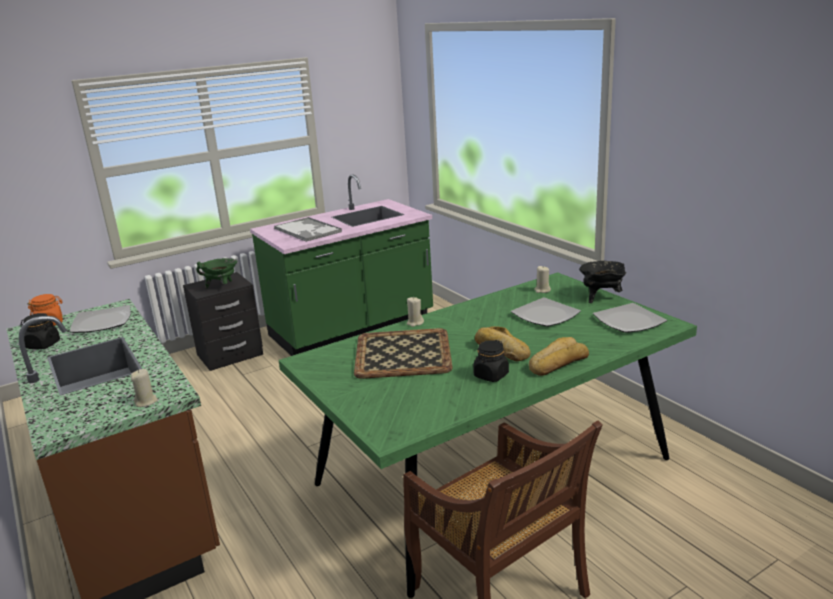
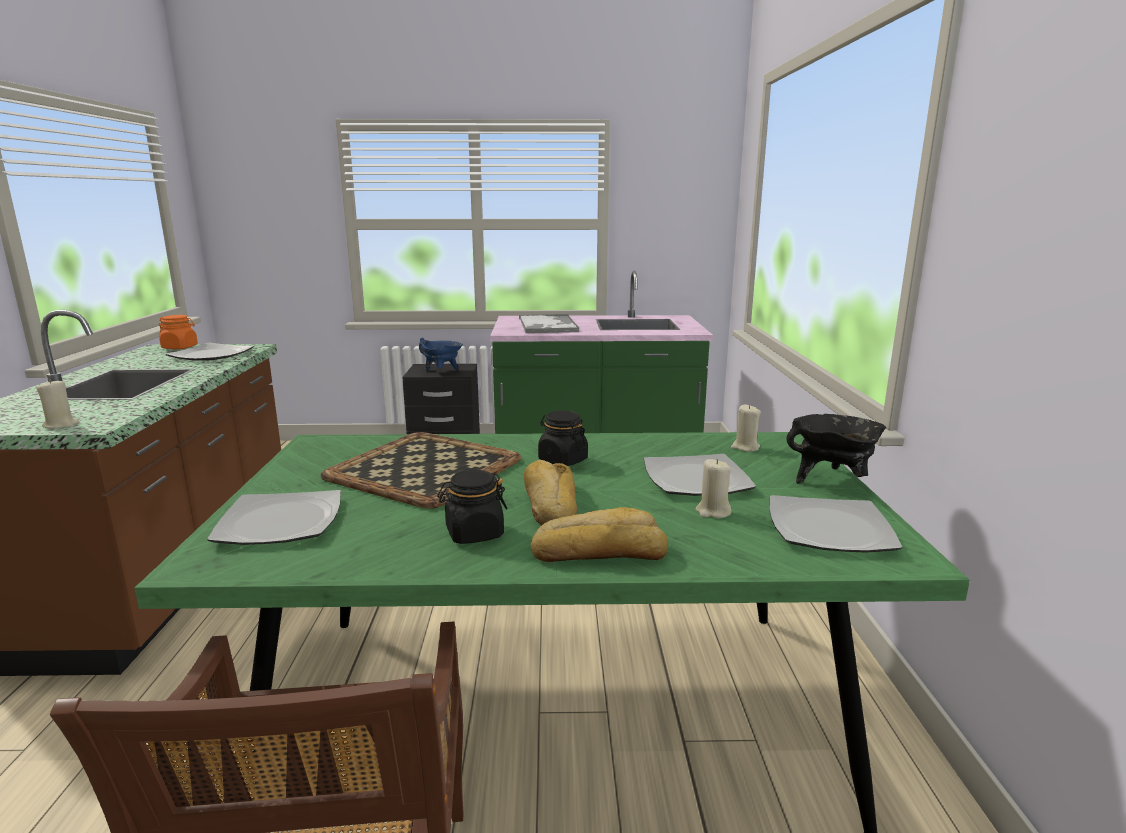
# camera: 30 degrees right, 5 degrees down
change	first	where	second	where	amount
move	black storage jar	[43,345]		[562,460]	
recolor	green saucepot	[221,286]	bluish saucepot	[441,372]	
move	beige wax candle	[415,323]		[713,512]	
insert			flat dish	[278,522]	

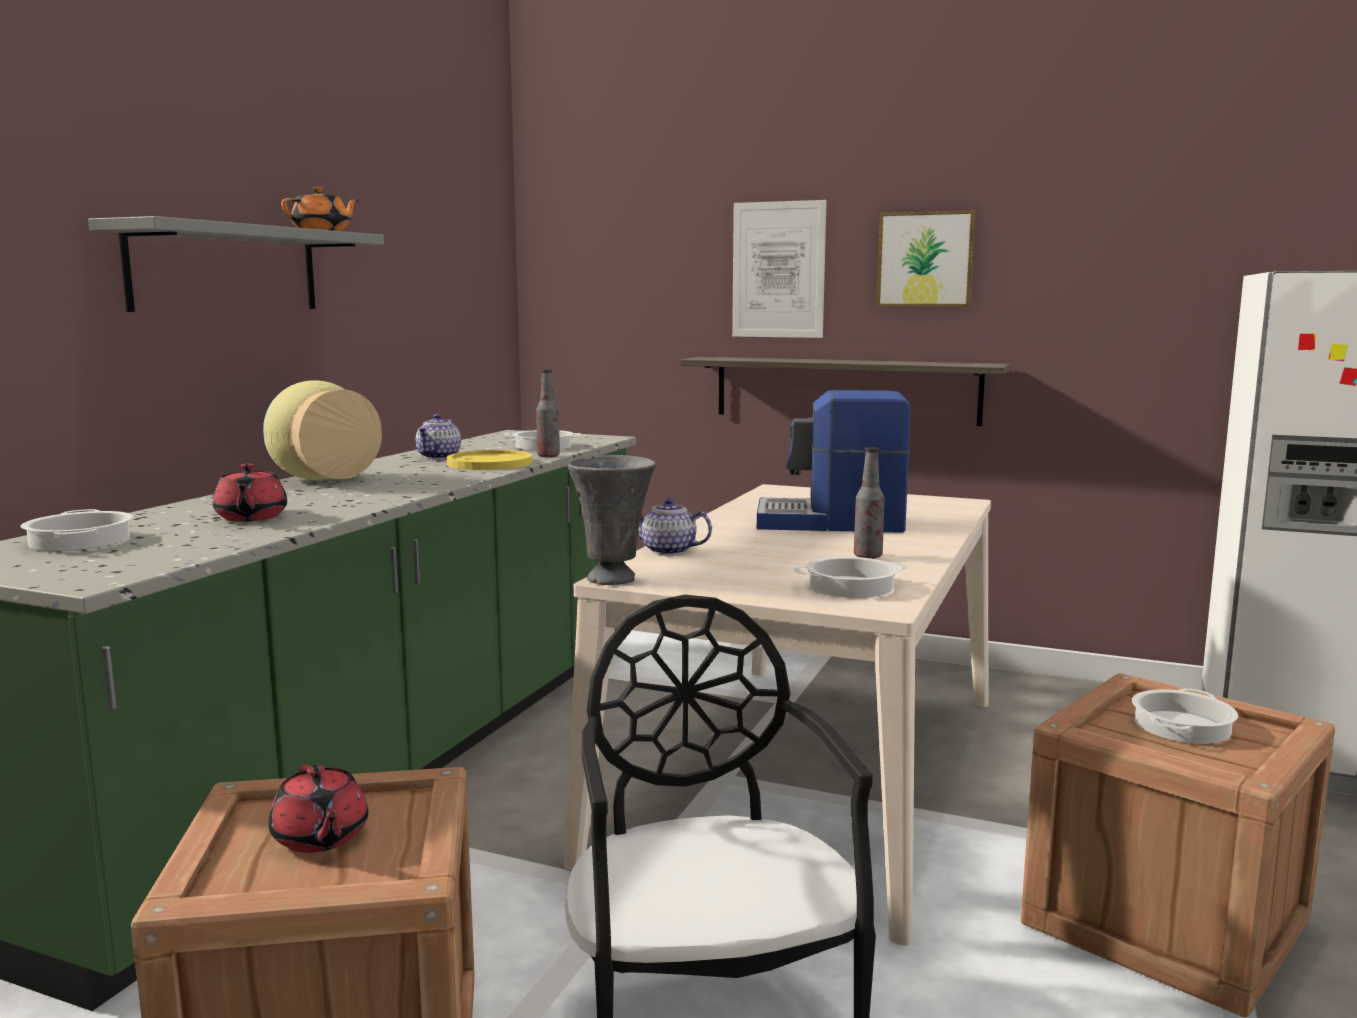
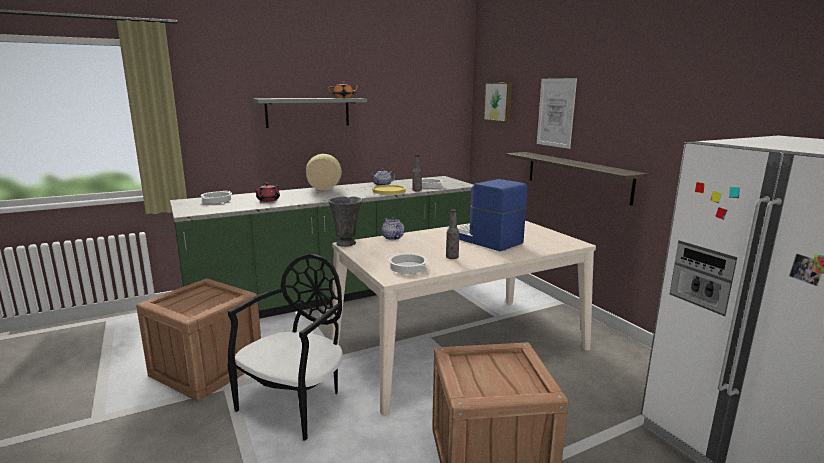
# camera: 40 degrees right, 5 degrees up
change	first	where	second	where	amount
delete	red-coloured teapot	[320,838]			
move	wall art	[926,259]		[499,101]	
delete	saucepot	[1181,726]			

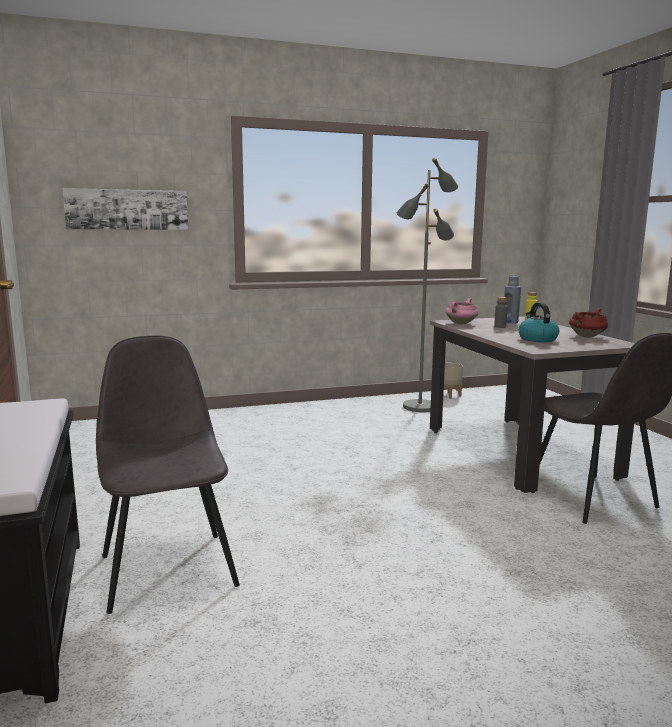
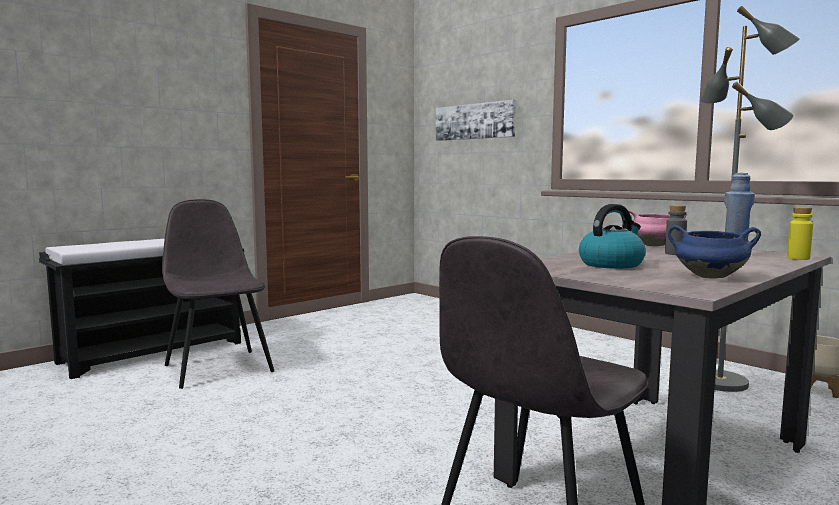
# camera: 65 degrees right, 5 degrees down
change	first	where	second	where	amount
rotate	gray plain chair	[168,568]		[218,367]	75 degrees counterclockwise
recolor	red-coloured saucepot	[587,336]	bluish saucepot	[709,277]	

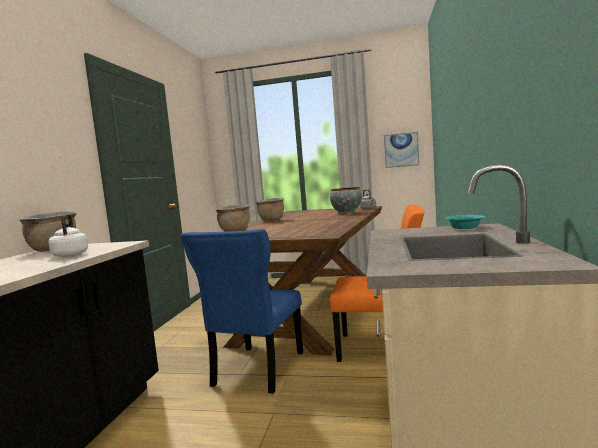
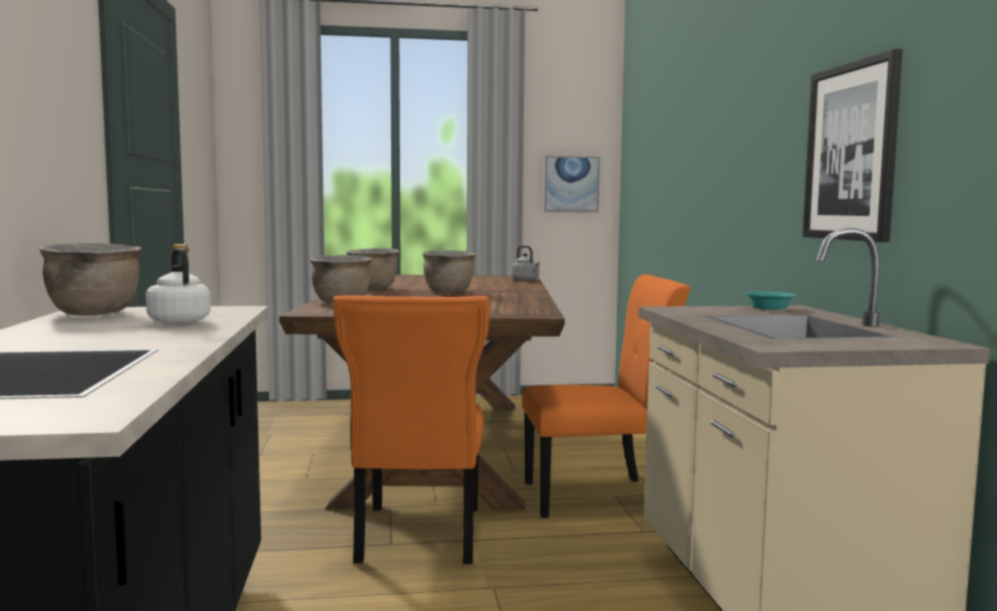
# camera: 20 degrees left, 0 degrees up
change	first	where	second	where	amount
recolor	bluish plain chair	[256,371]	orange-coloured plain chair	[418,537]	
delete	serving bowl	[346,212]			
insert			brownish saucepot	[449,292]	
insert			wall art	[851,152]	

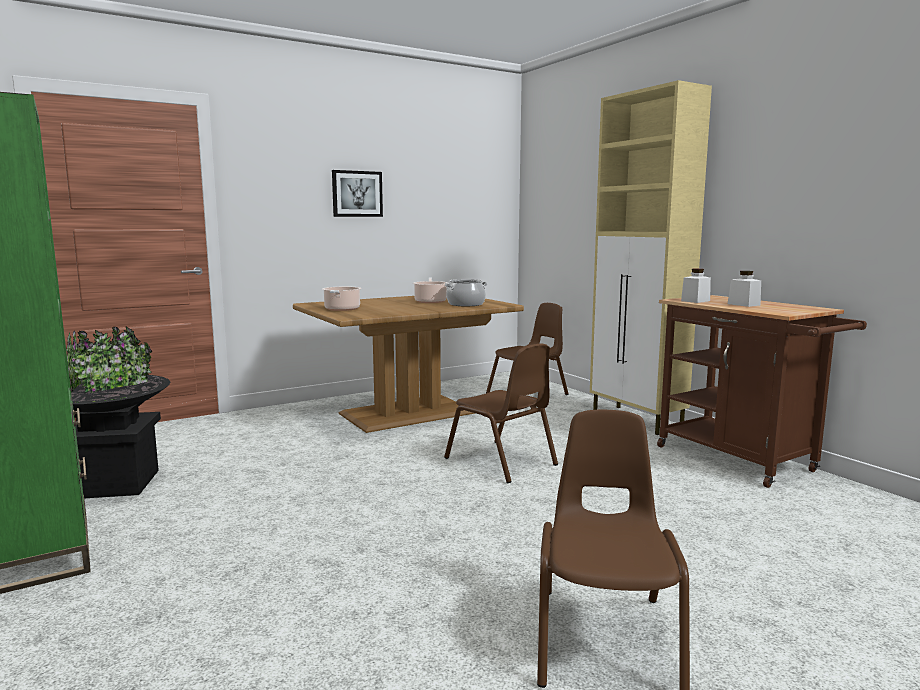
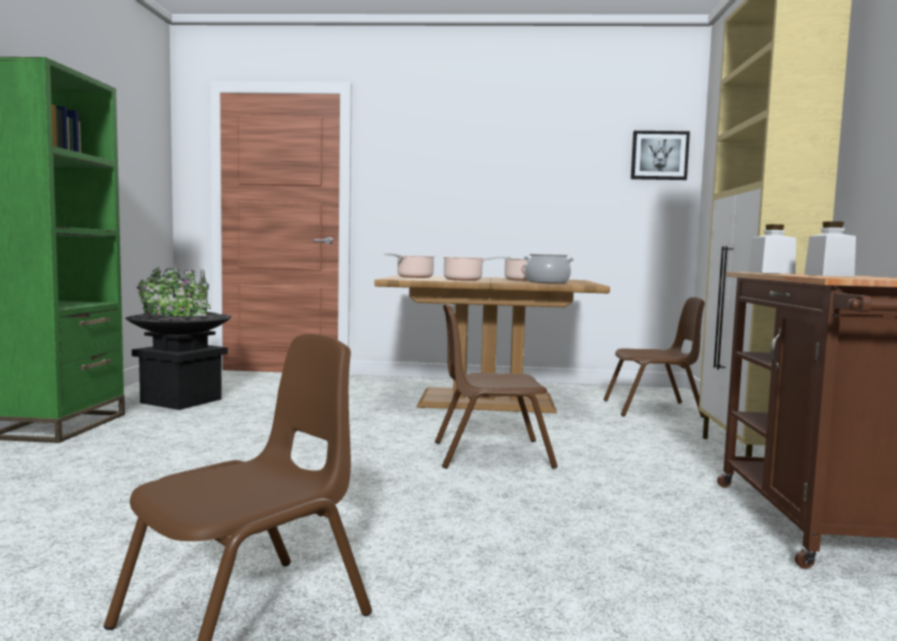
# camera: 35 degrees right, 5 degrees down
change	first	where	second	where	amount
move	wall art	[357,194]		[659,155]	
rotate	brownish plain chair	[501,462]		[491,454]	90 degrees clockwise
insert			saucepot	[465,280]	

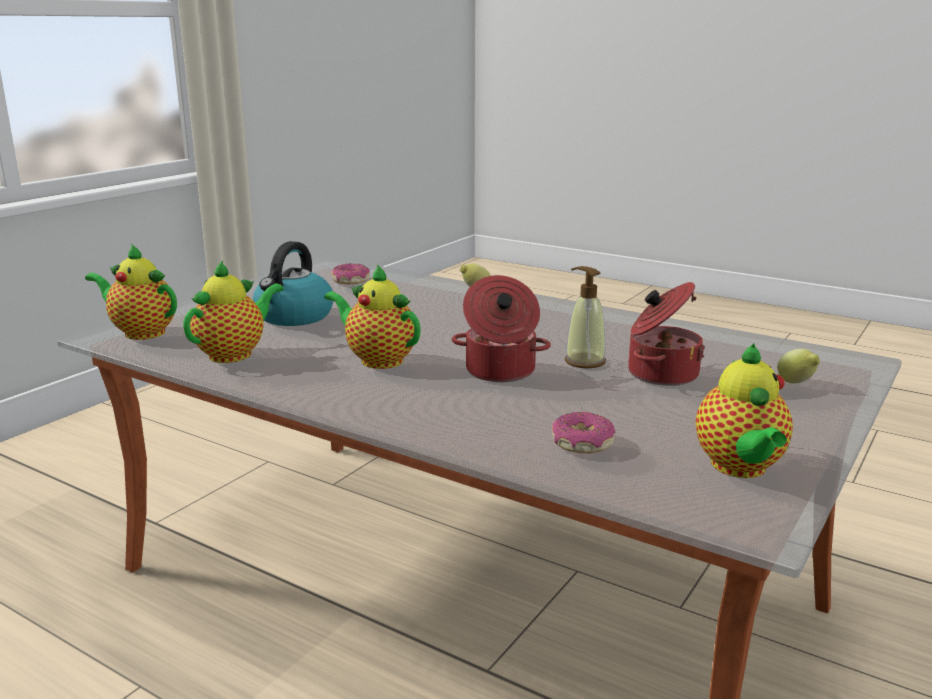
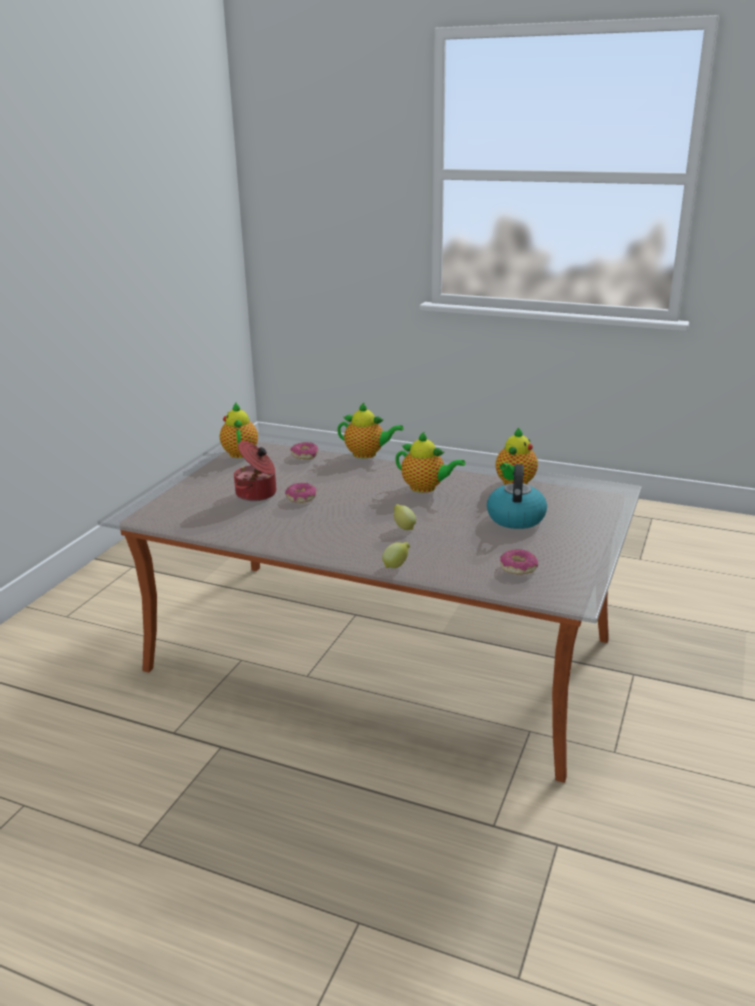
# camera: 170 degrees right, 5 degrees up
change	first	where	second	where	amount
move	teapot	[141,332]		[367,454]	
delete	saucepot	[500,372]			
replace	soap dispenser	[584,361]	donut	[301,498]	
move	whole lemon	[796,383]		[403,527]	

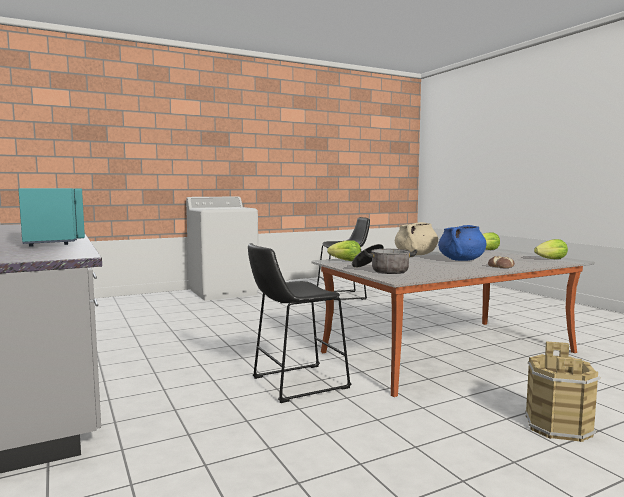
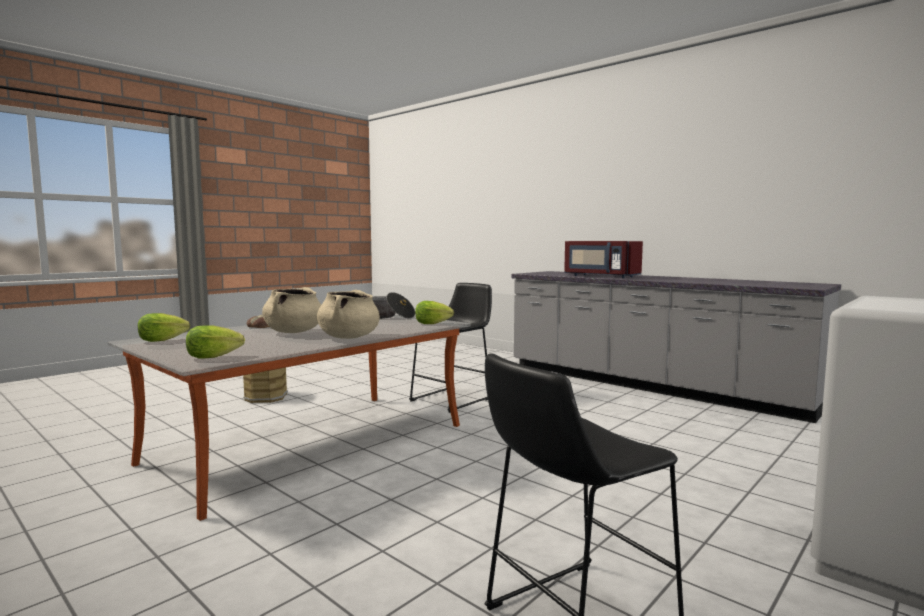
# camera: 160 degrees right, 0 degrees up
change	first	where	second	where	amount
recolor	turquoise kitchen microwave	[52,241]	red-coloured kitchen microwave	[600,276]	
recolor	bluish saucepot	[461,260]	beige saucepot	[294,332]	

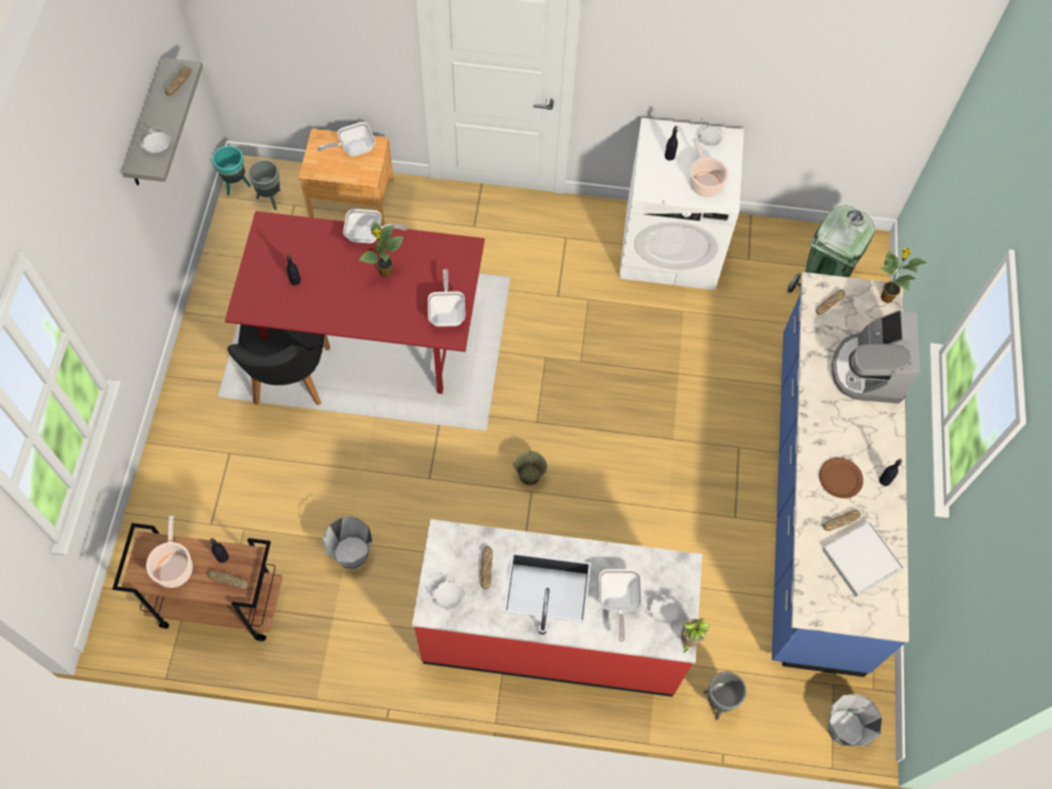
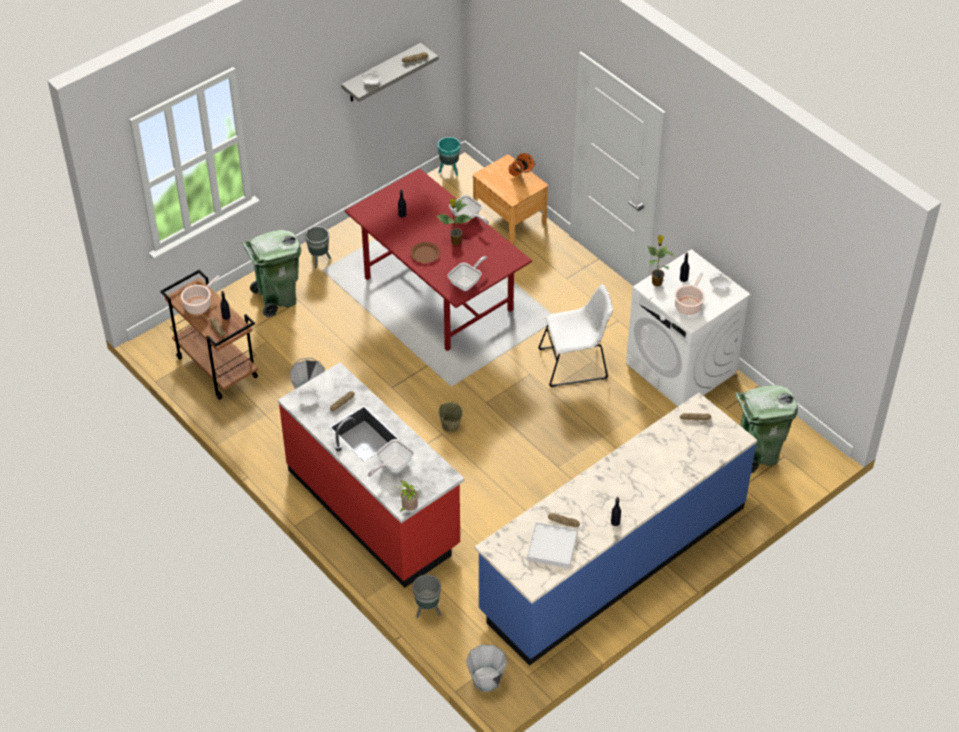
# camera: 45 degrees right, 15 degrees down
change	first	where	second	where	amount
delete	black plain chair	[289,383]			
move	gray planter	[270,199]		[319,260]	
replace	skillet	[353,149]	orange-coloured flower vase	[520,178]	
move	brownish flat dish	[840,479]		[425,254]	
delete	coffee brewer	[868,371]			
move	potted plant	[886,297]		[656,282]	
insert			green trash can	[277,299]	
insert			whitish plain chair	[576,363]	

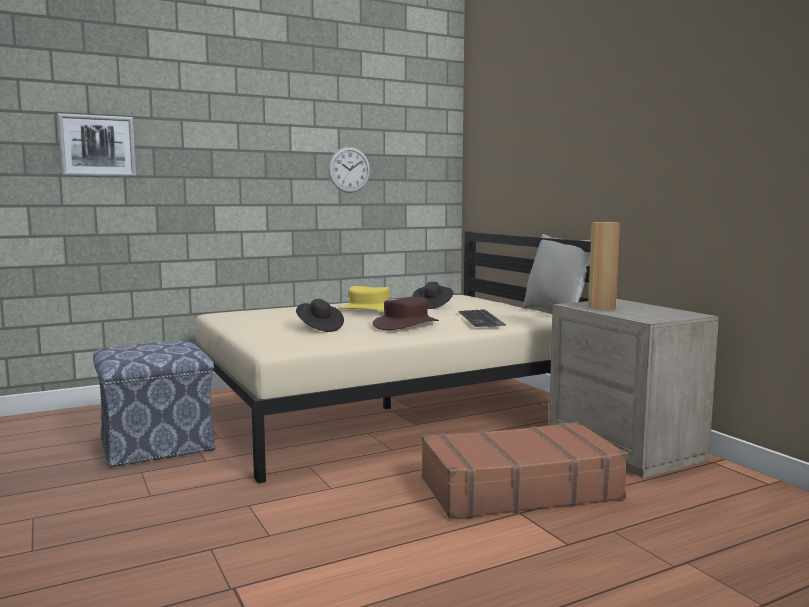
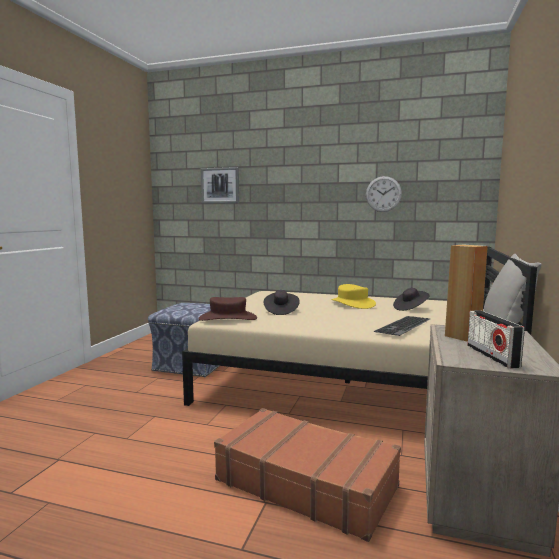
# camera: 45 degrees right, 0 degrees up
change	first	where	second	where	amount
move	brownish wearable hat	[405,324]		[228,318]	
insert			radio set	[492,356]	

